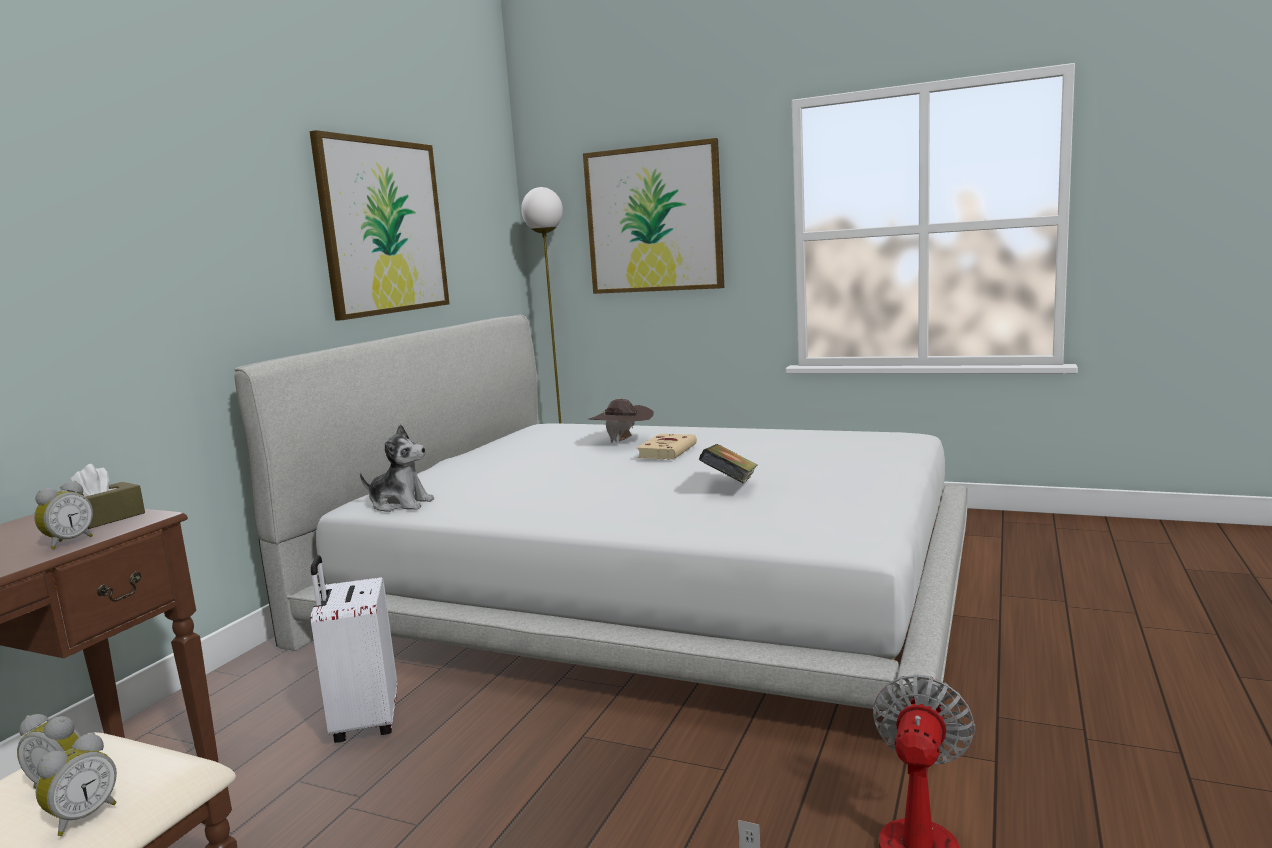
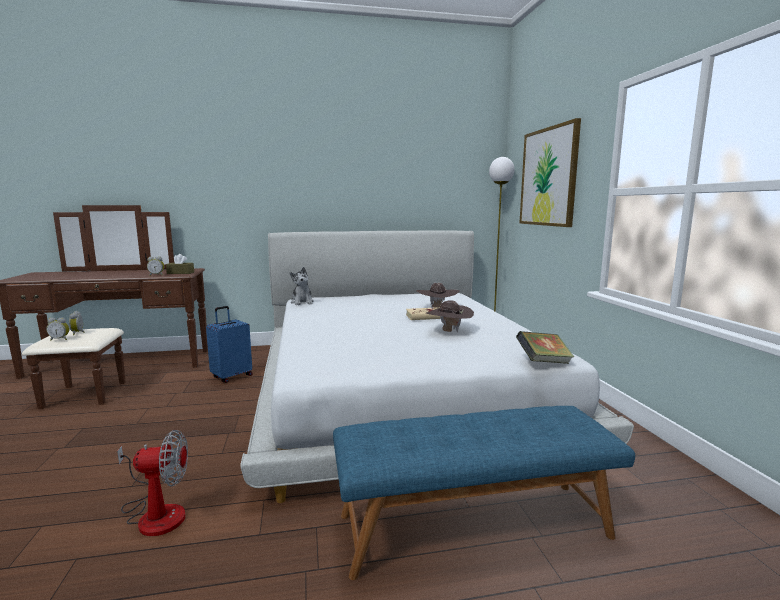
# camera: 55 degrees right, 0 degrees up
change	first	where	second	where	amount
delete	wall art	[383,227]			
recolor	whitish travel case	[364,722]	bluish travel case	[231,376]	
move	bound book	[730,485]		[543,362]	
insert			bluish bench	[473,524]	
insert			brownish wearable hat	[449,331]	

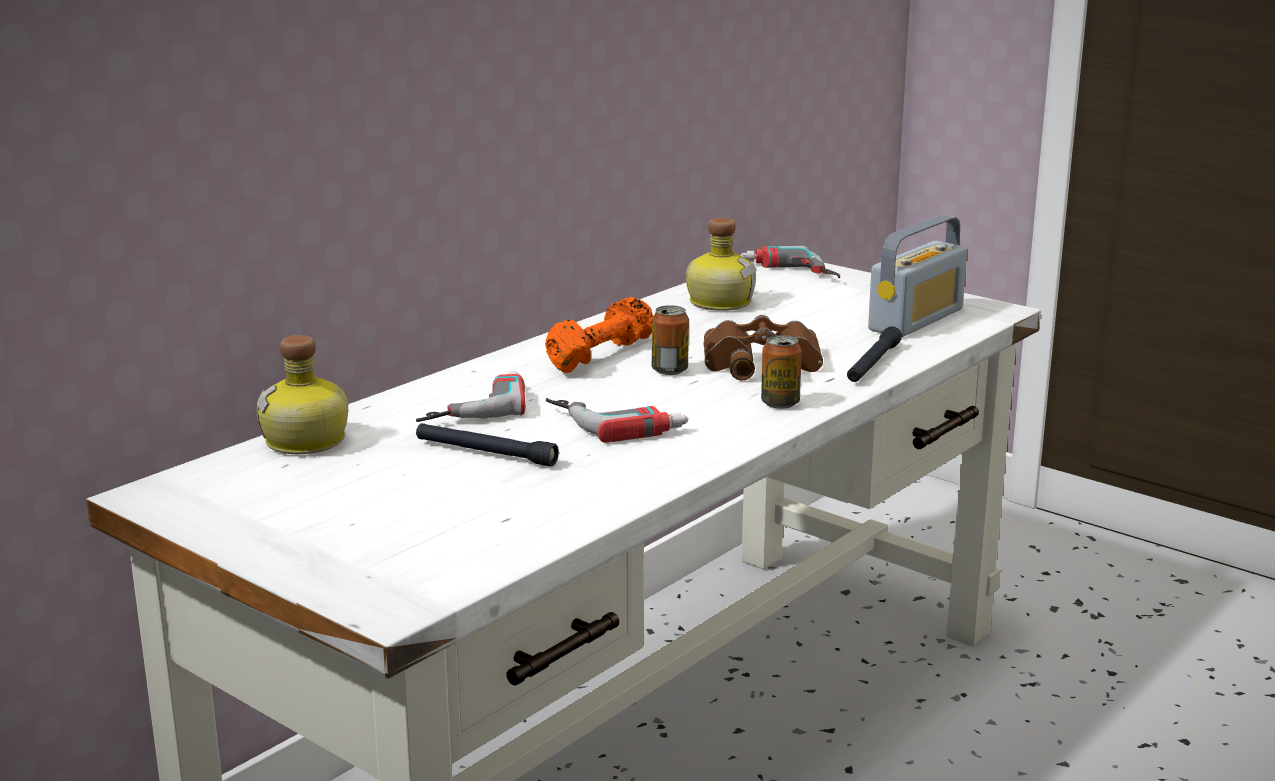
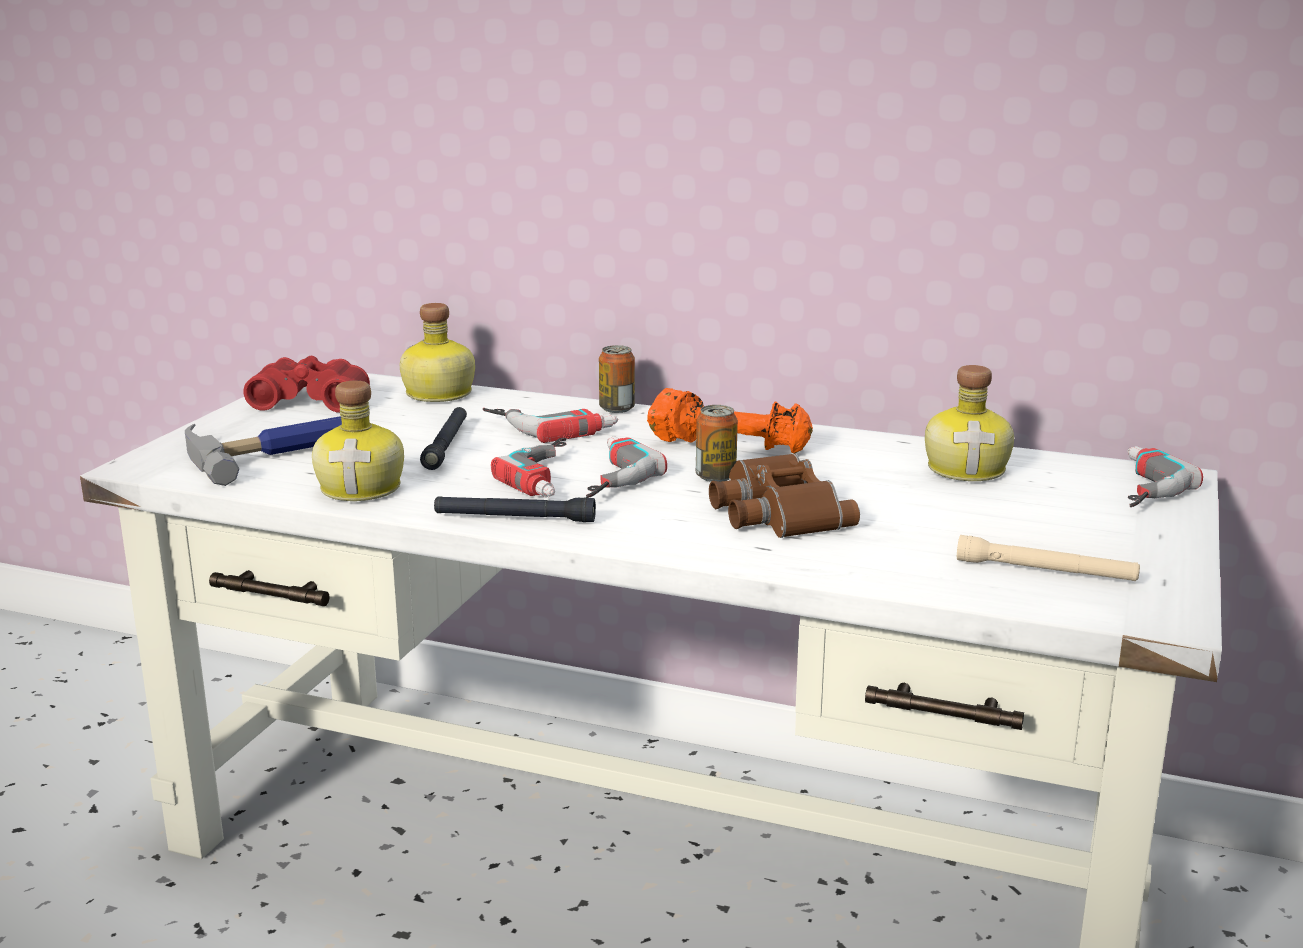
# camera: 70 degrees right, 0 degrees up
change	first	where	second	where	amount
move	sealed can	[780,403]		[617,409]	
move	black hand torch	[873,364]		[514,518]	
replace	radio set	[916,320]	beige hand torch	[1045,571]	
insert			hand hammer	[277,452]	
insert			red-coloured pair of binoculars	[312,400]	
insert			drink bottle	[363,488]	
insert			power drill	[602,477]	

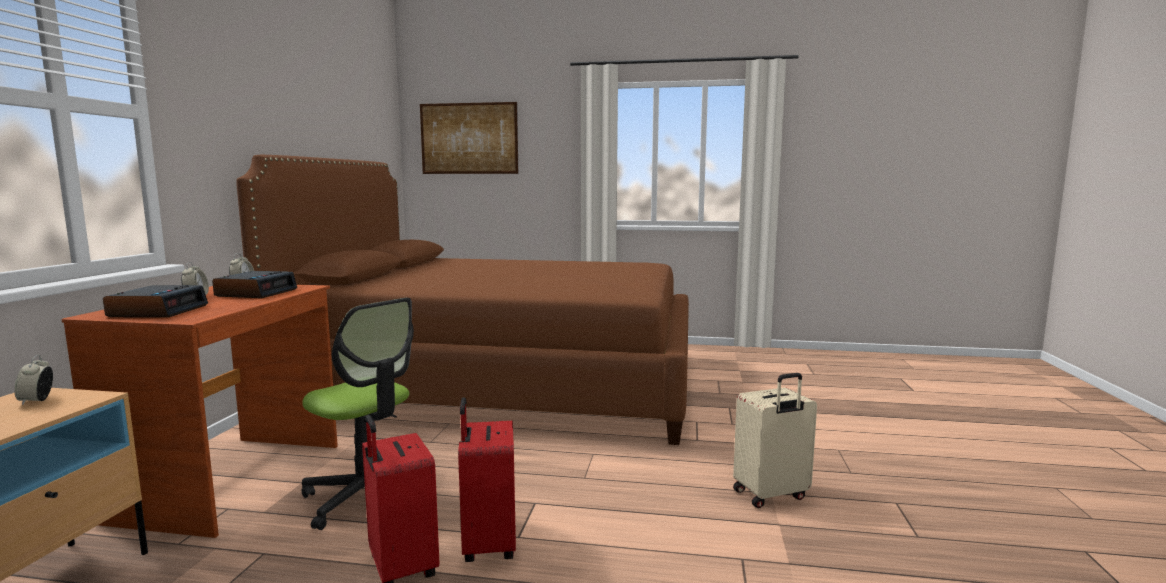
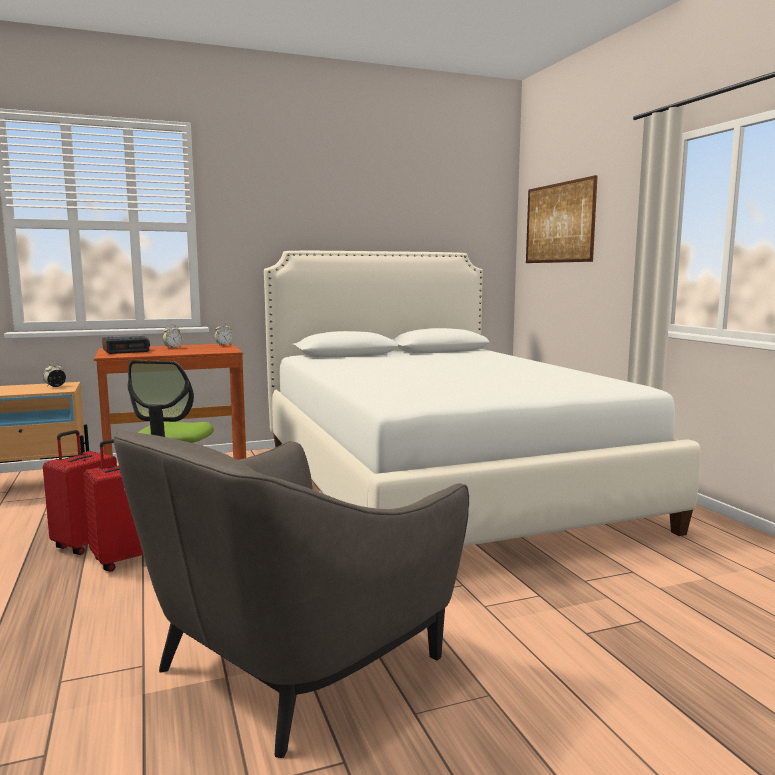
# camera: 60 degrees right, 0 degrees up
change	first	where	second	where	amount
delete	alarm clock	[256,292]			
recolor	brownish sleeping bed	[502,382]	whitish sleeping bed	[441,483]	
replace	beige travel case	[771,495]	gray lounge chair	[295,662]	

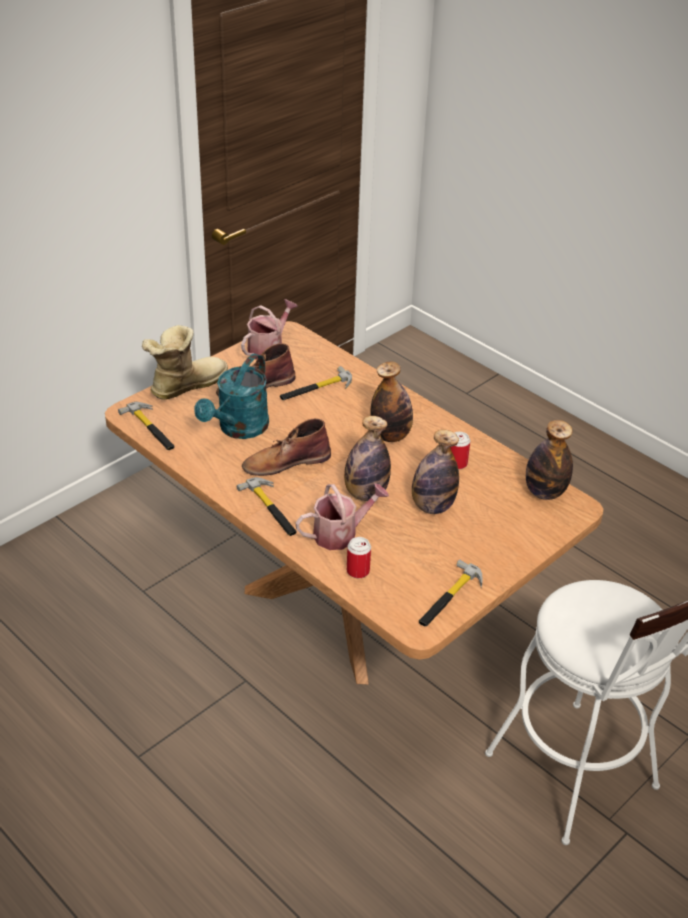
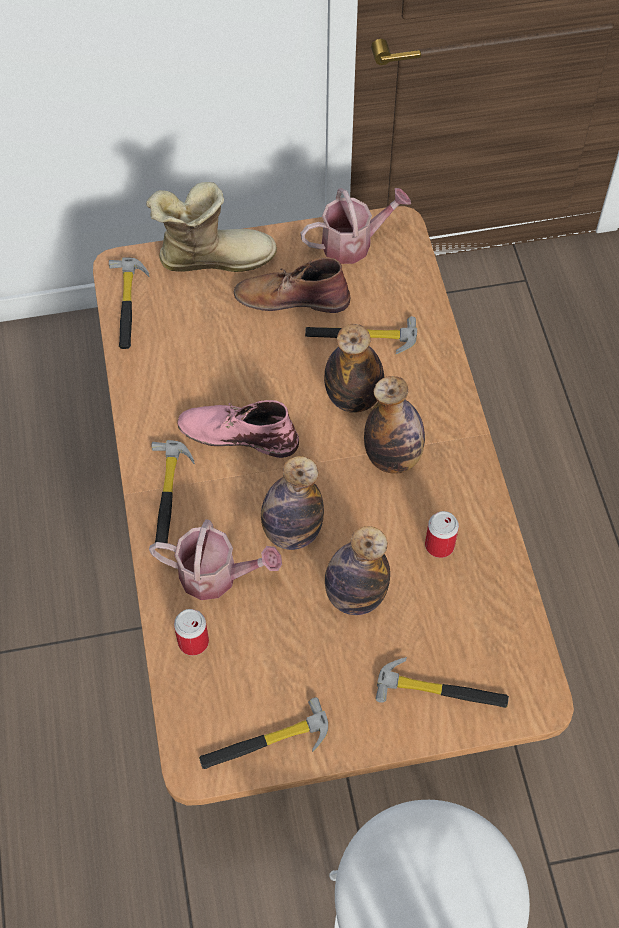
# camera: 35 degrees right, 20 degrees up
change	first	where	second	where	amount
delete	turquoise watering can	[238,429]			
recolor	brownish tall boot	[285,462]	pink tall boot	[237,433]	
move	drink bottle	[544,492]		[353,398]	
insert			hand hammer	[442,690]	

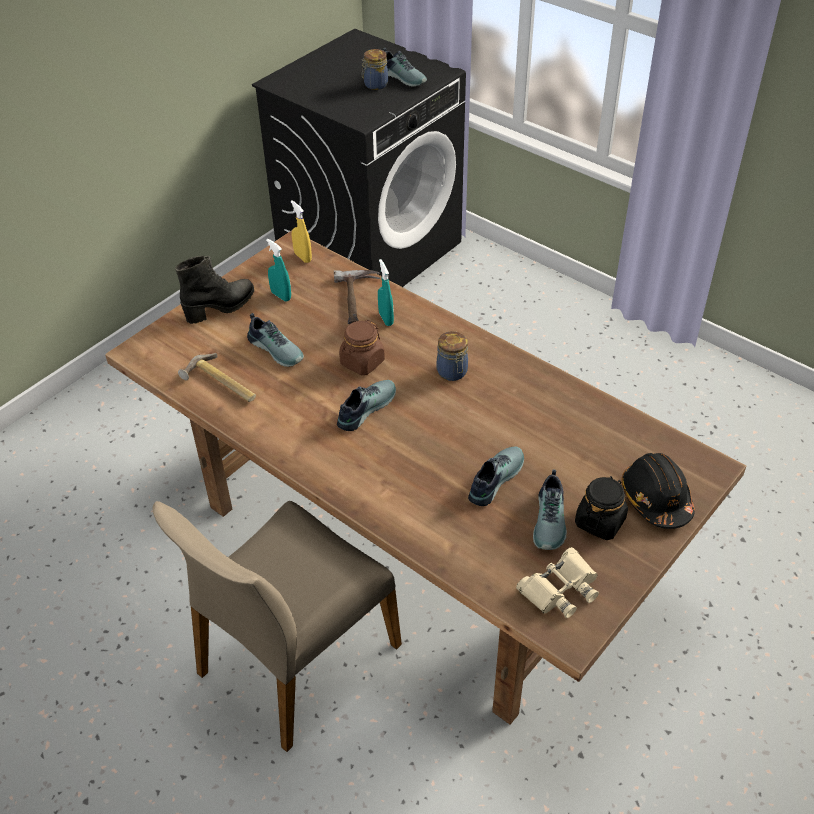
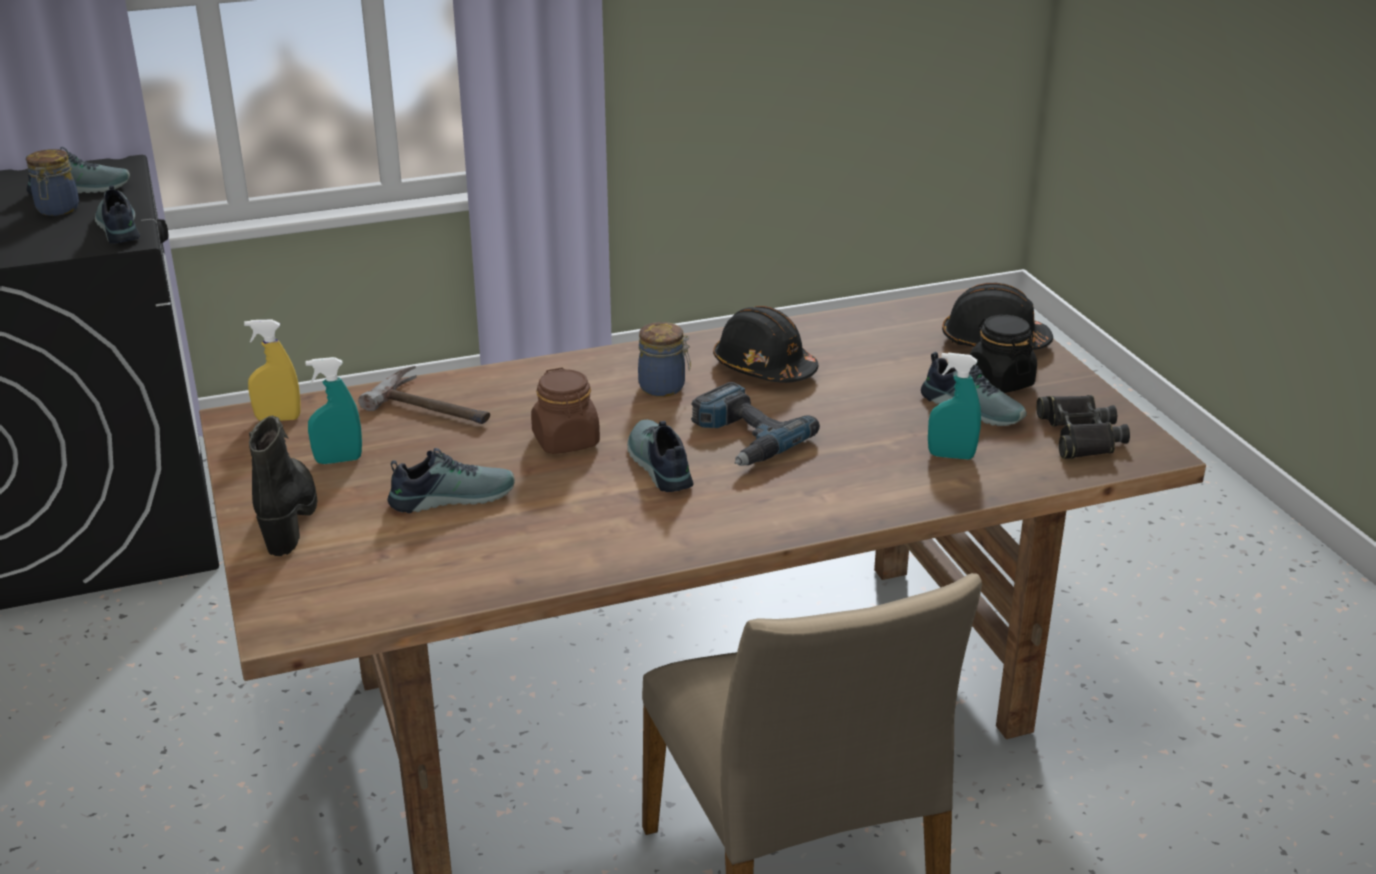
# camera: 60 degrees left, 15 degrees down
change	first	where	second	where	amount
delete	hand hammer	[220,384]			
move	turquoise sprayer	[386,318]		[951,456]	
move	shoe	[493,479]		[117,227]	
recolor	beige pair of binoculars	[560,589]	black pair of binoculars	[1079,435]	
insert			power drill	[743,438]	
insert			black safety helmet	[764,368]	

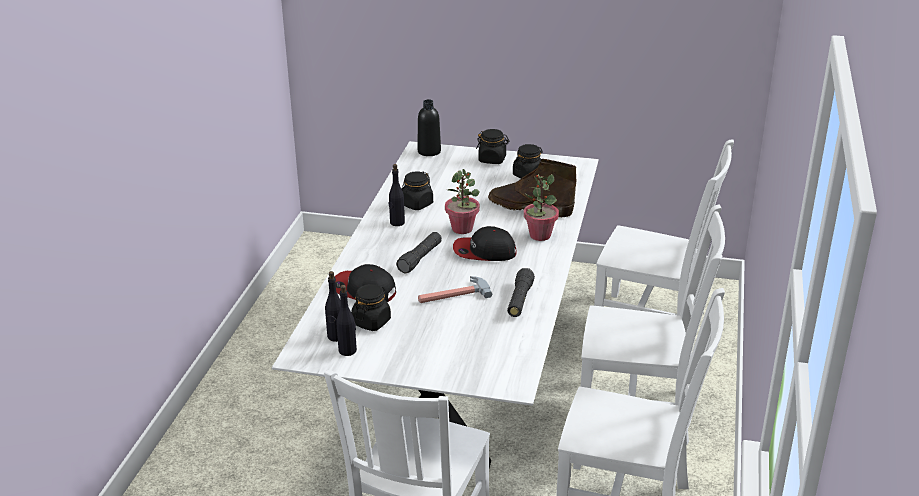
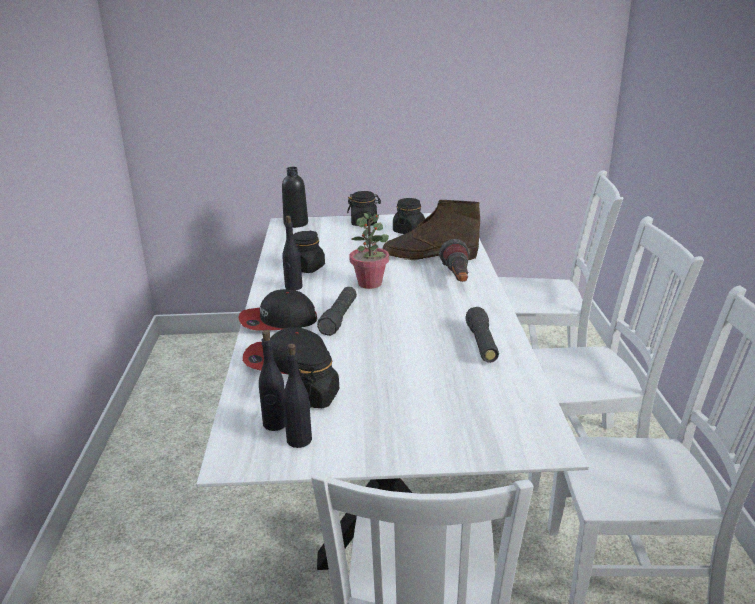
# camera: 15 degrees left, 5 degrees down
change	first	where	second	where	amount
delete	hand hammer	[452,294]			
move	baseball cap	[484,252]		[278,321]	
replace	potted plant	[540,235]	hand torch	[457,279]	

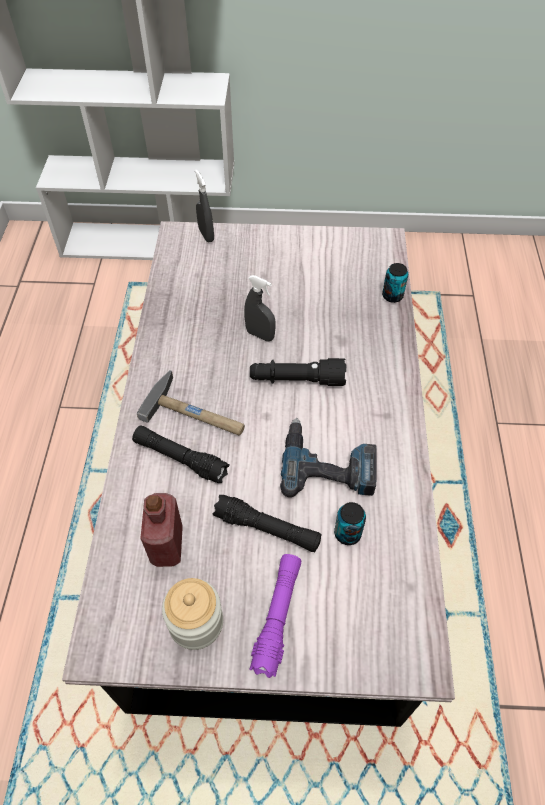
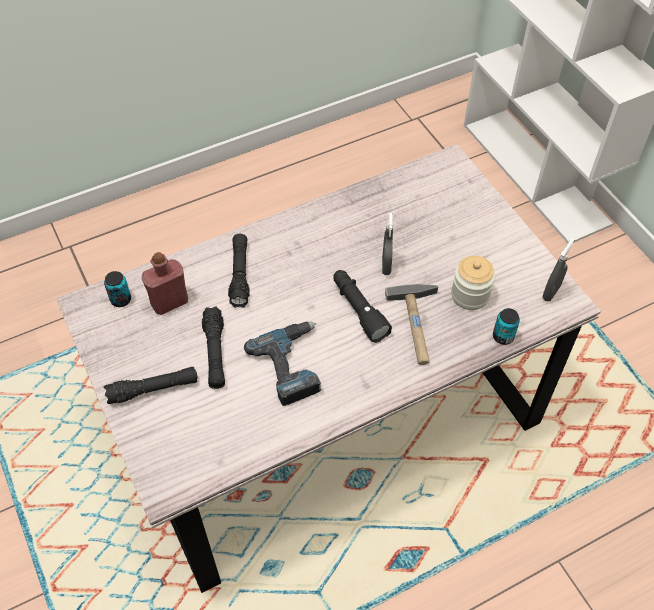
# camera: 60 degrees right, 0 degrees up
change	first	where	second	where	amount
move	hand hammer	[196,413]		[418,326]	
move	storage jar	[196,623]		[470,295]	
move	gray sprayer	[206,235]		[551,292]	
recolor	purple-coloured hand torch	[277,616]	black hand torch	[153,389]	
move	sealed can	[347,533]		[121,300]	

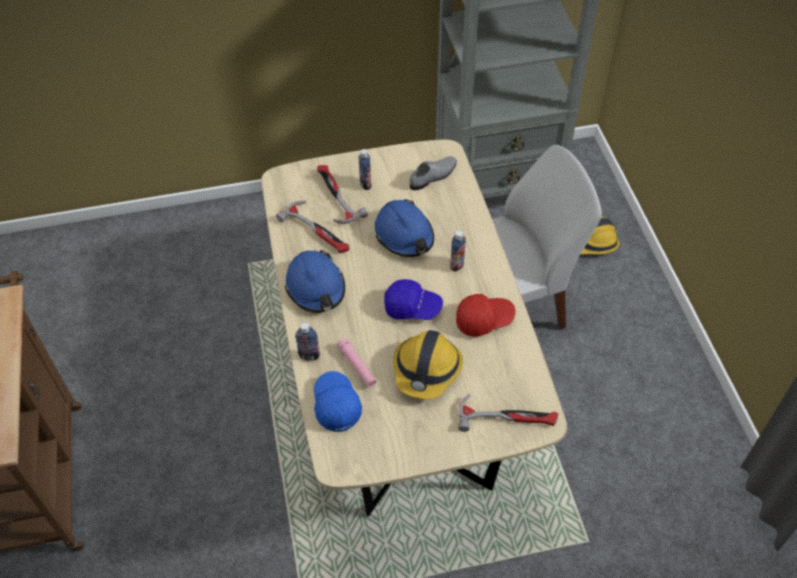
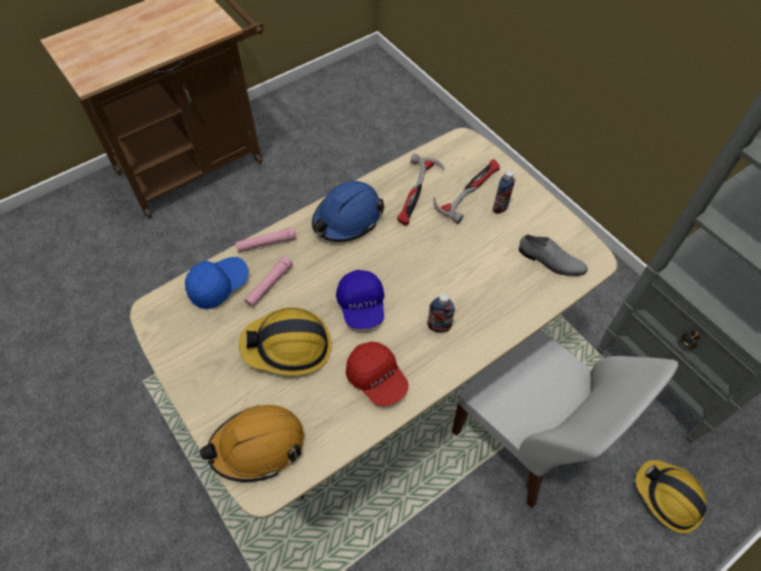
# camera: 65 degrees right, 5 degrees up
change	first	where	second	where	amount
replace	drink bottle	[309,355]	pink hand torch	[266,244]	
delete	bluish safety helmet	[404,235]			
replace	hand hammer	[507,416]	orange-coloured safety helmet	[258,445]	

